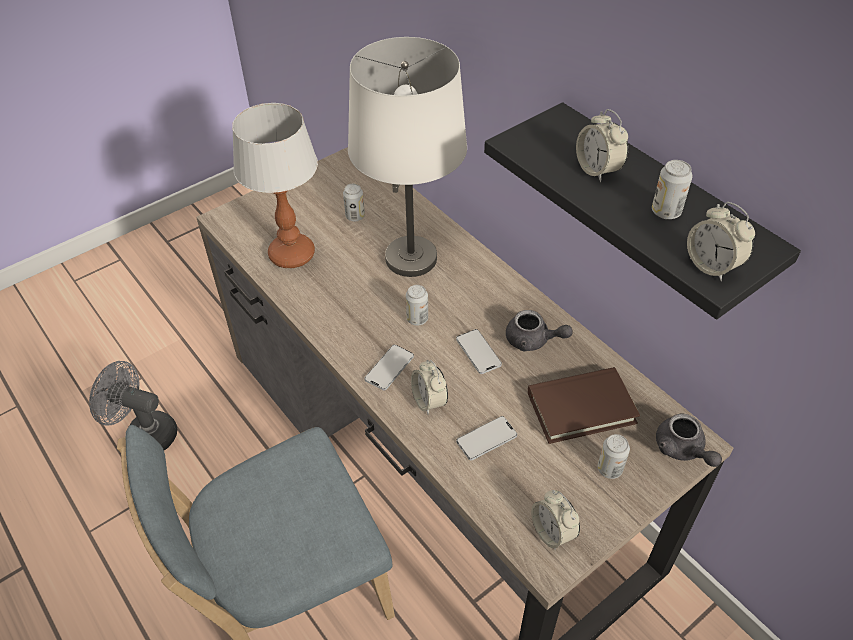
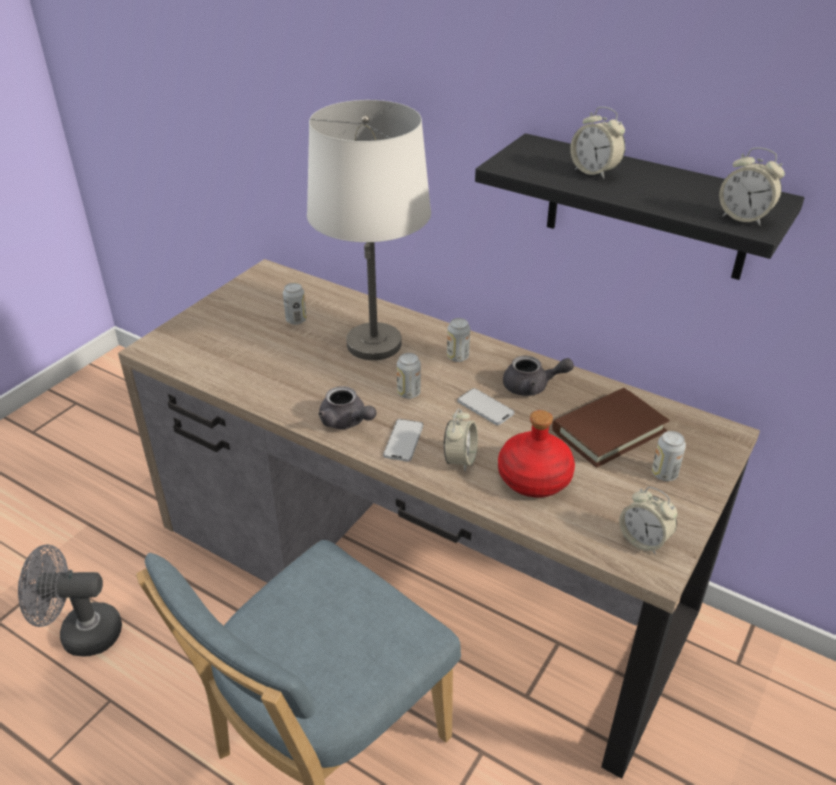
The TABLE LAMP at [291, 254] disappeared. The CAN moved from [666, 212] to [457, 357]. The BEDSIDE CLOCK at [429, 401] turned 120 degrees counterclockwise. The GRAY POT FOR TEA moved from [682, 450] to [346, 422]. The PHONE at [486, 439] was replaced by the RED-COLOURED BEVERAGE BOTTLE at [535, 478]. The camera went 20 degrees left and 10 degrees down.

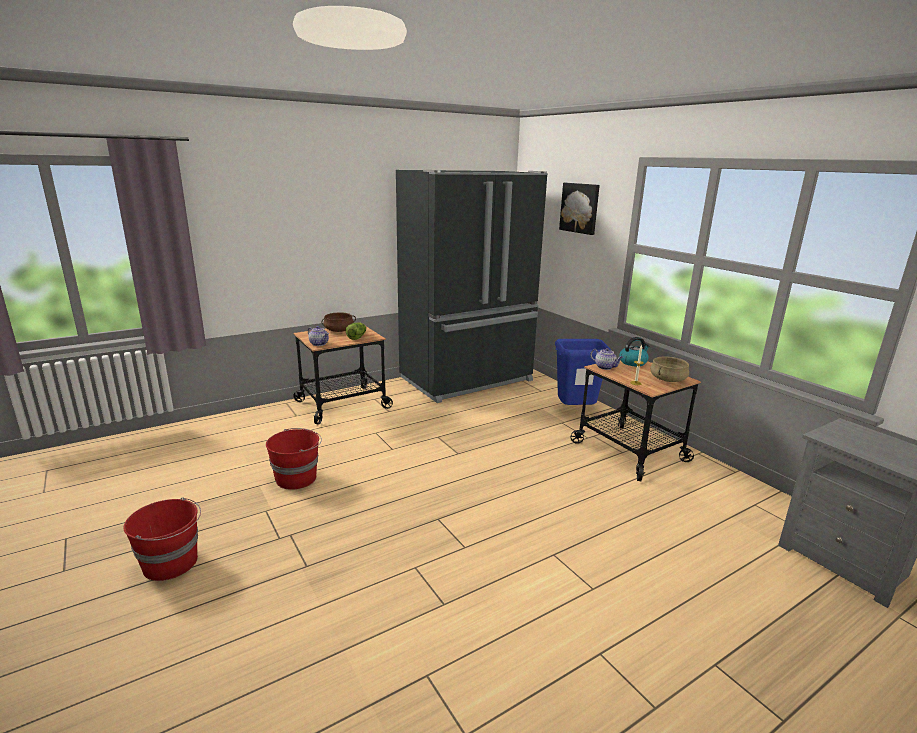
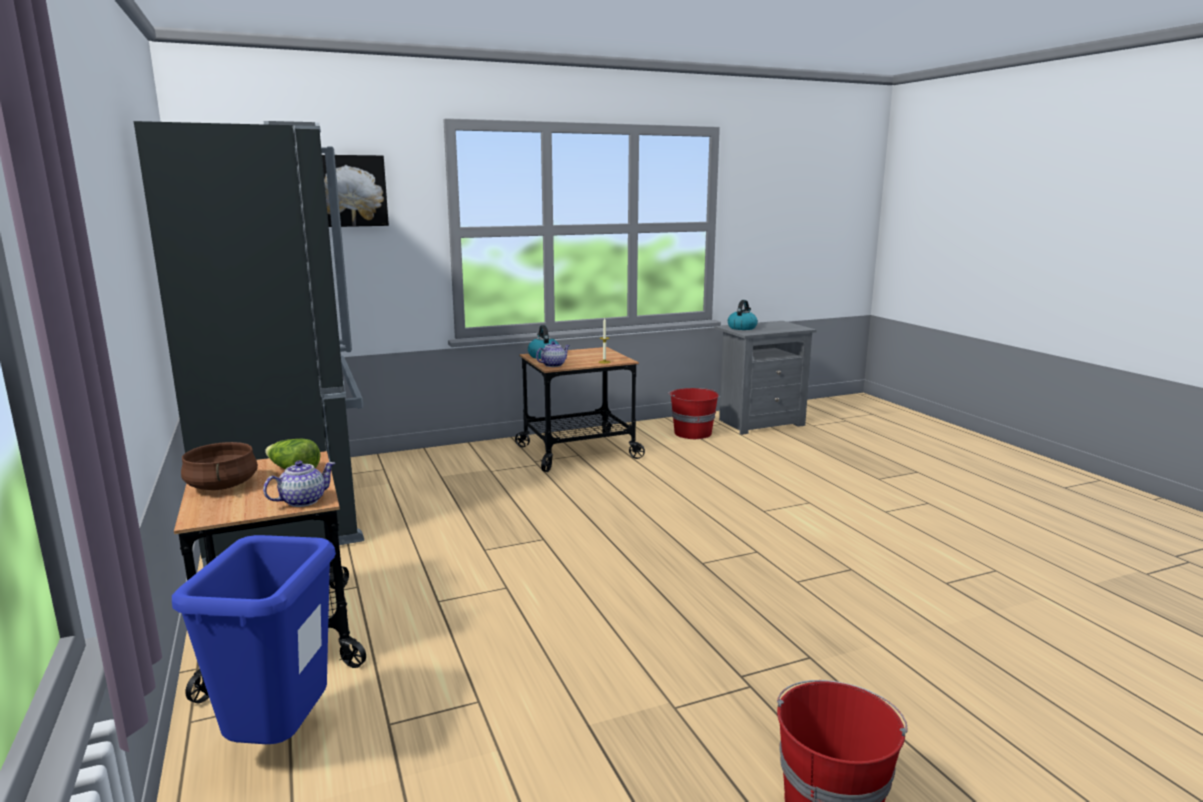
The BLUISH TRASH CAN moved from [576, 411] to [281, 741]. The SAND-COLOURED STOCKPOT at [667, 379] disappeared. The RED-COLOURED BUCKET moved from [297, 478] to [692, 433]. The WATER KETTLE at [742, 327] appeared. The camera went 80 degrees left and 5 degrees down.

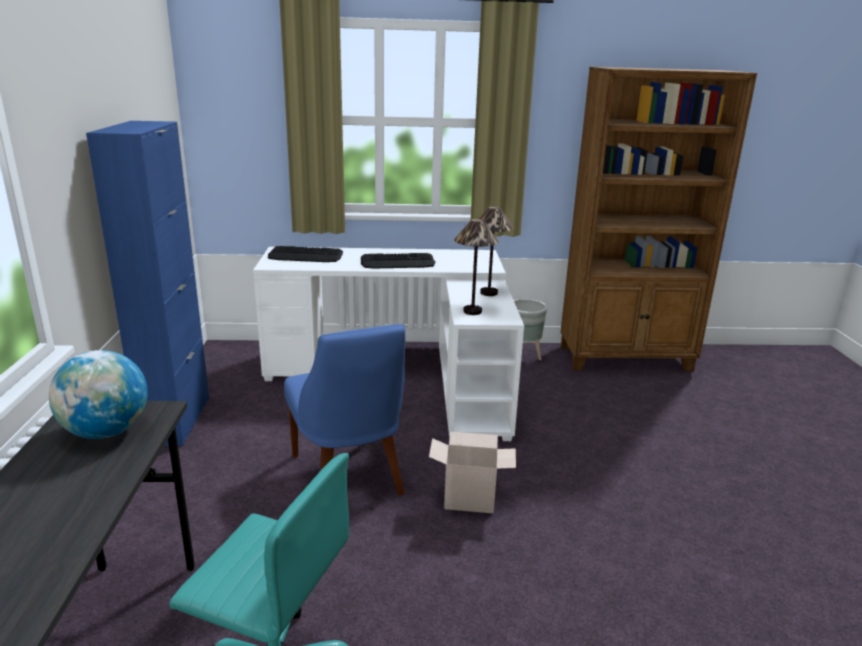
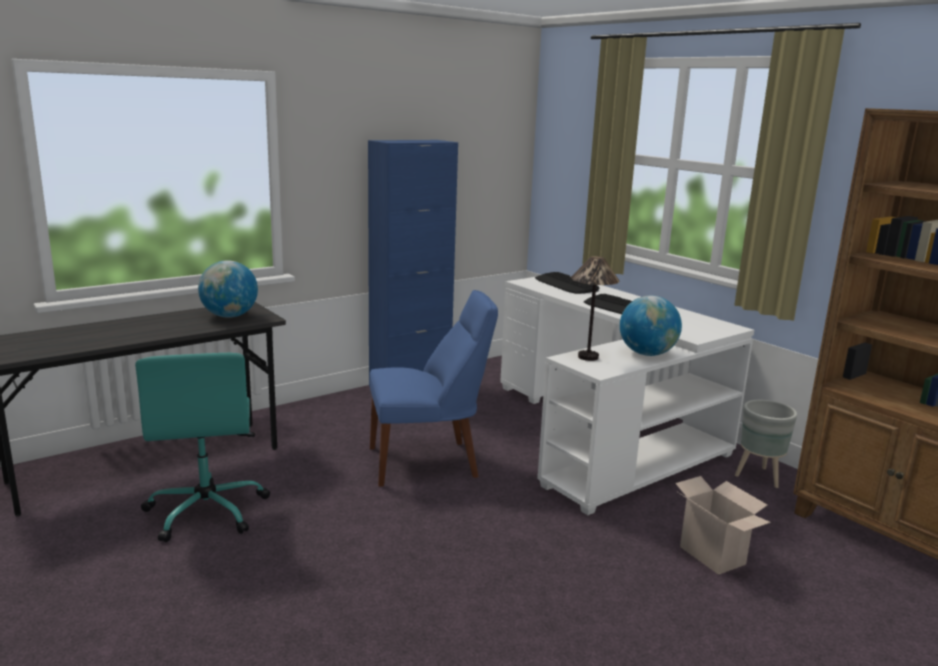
The TABLE LAMP at [488, 293] was replaced by the WORLD GLOBE at [647, 354]. The BLUISH UPRIGHT CHAIR at [348, 477] turned 135 degrees counterclockwise. The CARDBOARD BOX moved from [471, 499] to [714, 556]. The camera went 55 degrees right and 5 degrees down.

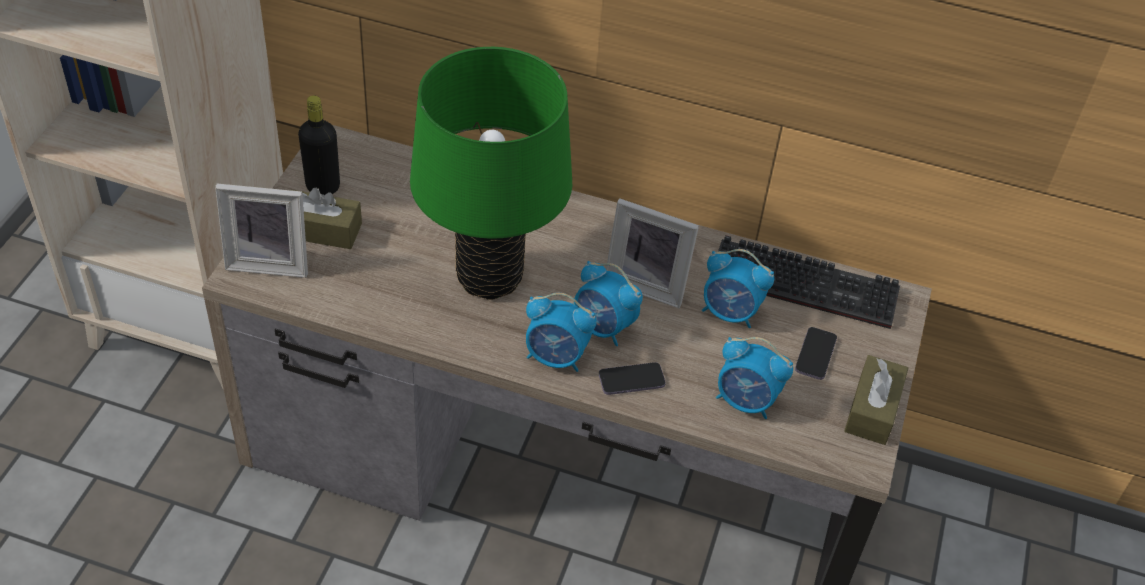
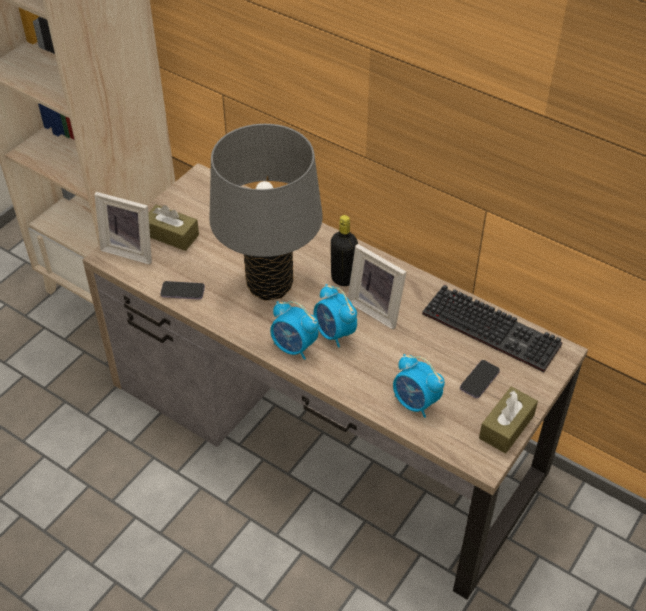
The GREEN-COLOURED TABLE LAMP at [489, 277] became the GRAY TABLE LAMP at [270, 285]. The BLACK BEVERAGE BOTTLE moved from [323, 186] to [343, 278]. The BEDSIDE CLOCK at [730, 313] disappeared. The PHONE moved from [631, 380] to [182, 291]. The camera went 20 degrees right and 0 degrees up.

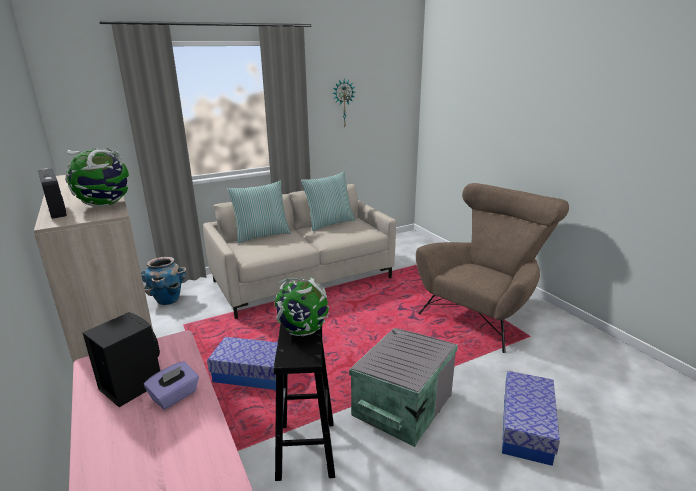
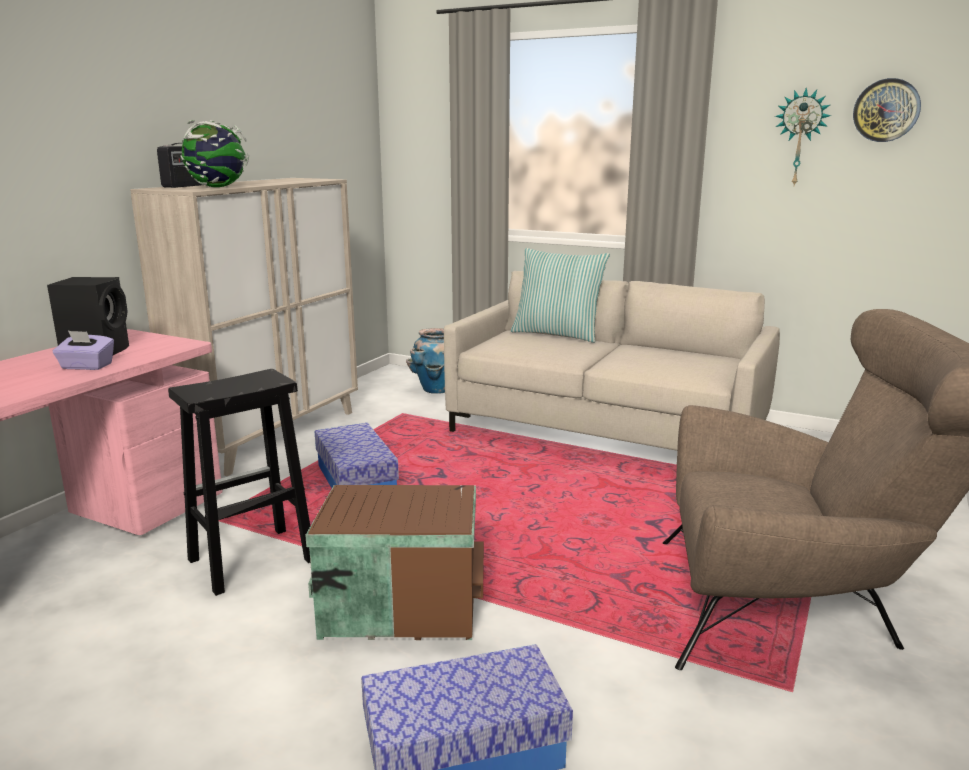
The THROW PILLOW at [329, 223] disappeared. The WORLD GLOBE at [302, 330] disappeared. The GRAY STORAGE BOX at [400, 405] became the BROWNISH STORAGE BOX at [399, 600]. The WALL CLOCK at [886, 110] appeared. The camera went 55 degrees right and 5 degrees down.

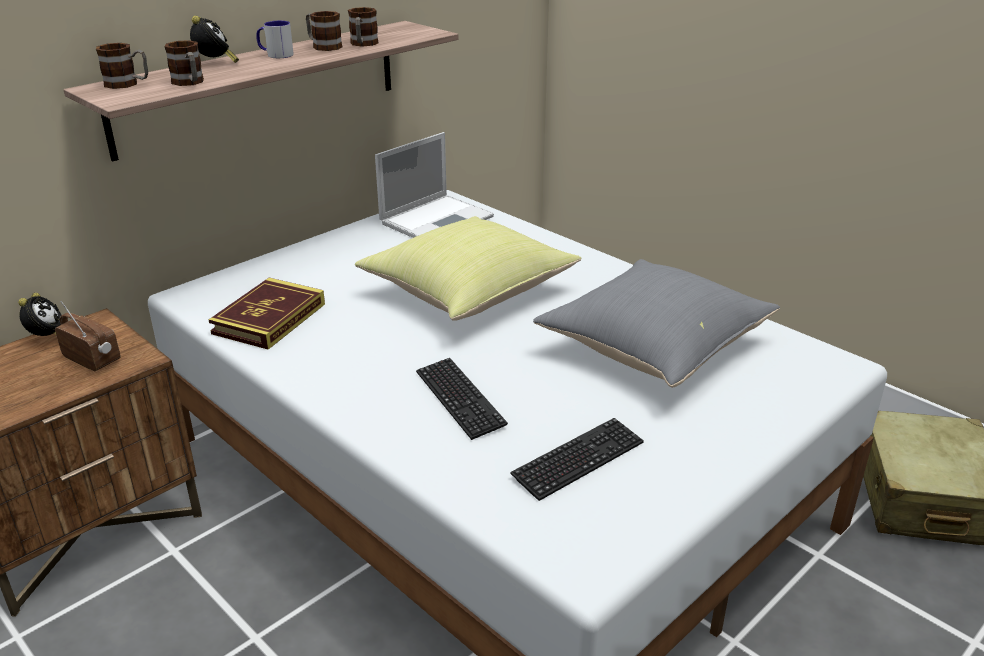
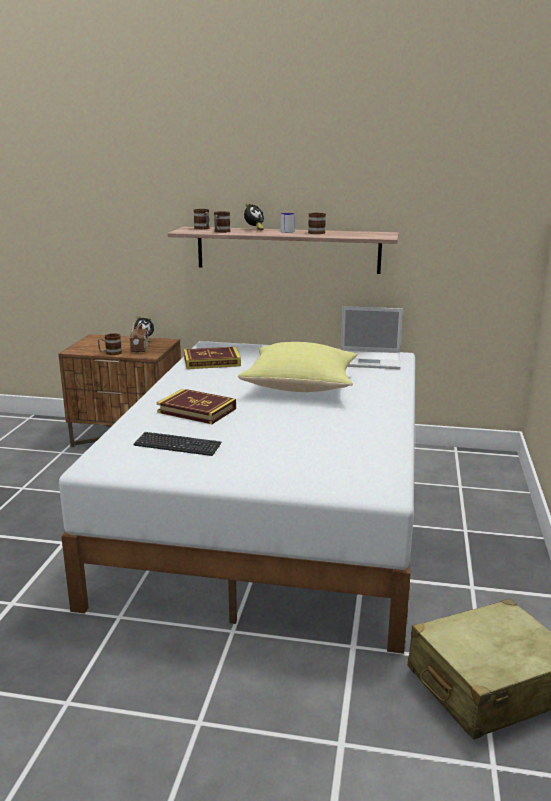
The COFFEE MUG moved from [363, 44] to [110, 353]. The GRAY THROW PILLOW at [654, 347] disappeared. The KEYBOARD at [459, 399] was replaced by the VOLUME at [197, 410]. The camera went 55 degrees right and 10 degrees down.

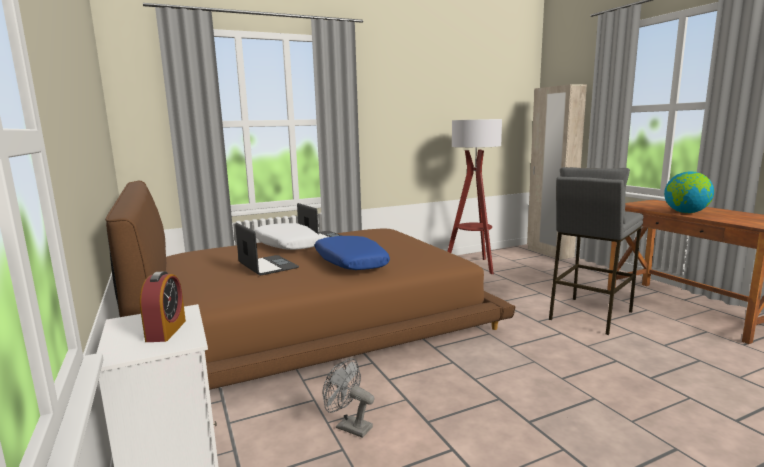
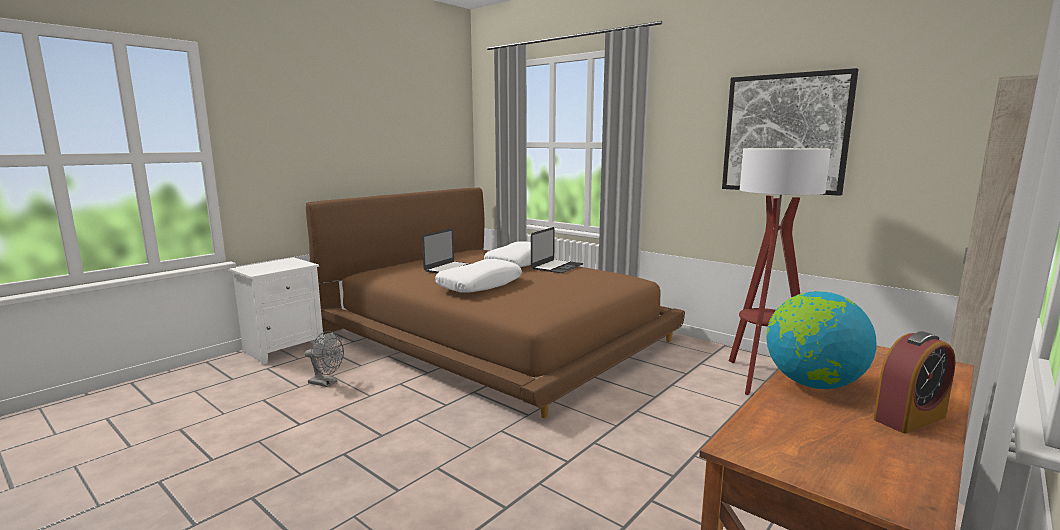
The GRAY STOOL SEAT at [589, 315] disappeared. The BLUISH THROW PILLOW at [350, 262] became the WHITE-COLOURED THROW PILLOW at [479, 285]. The BEDSIDE CLOCK moved from [166, 331] to [909, 418]. The GRAY ELECTRIC FAN at [349, 426] turned 105 degrees clockwise. The WALL ART at [785, 134] appeared. The camera went 65 degrees right and 0 degrees up.

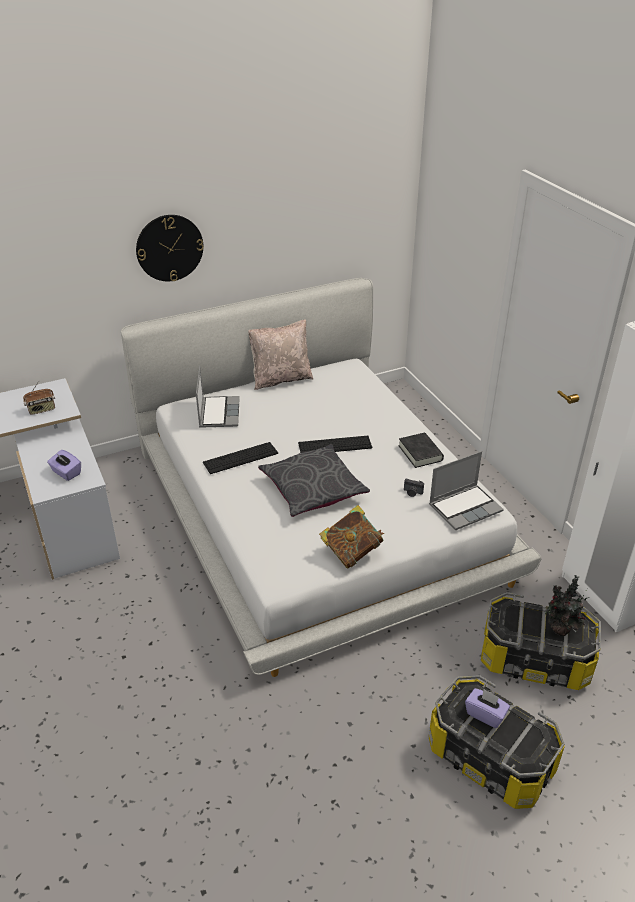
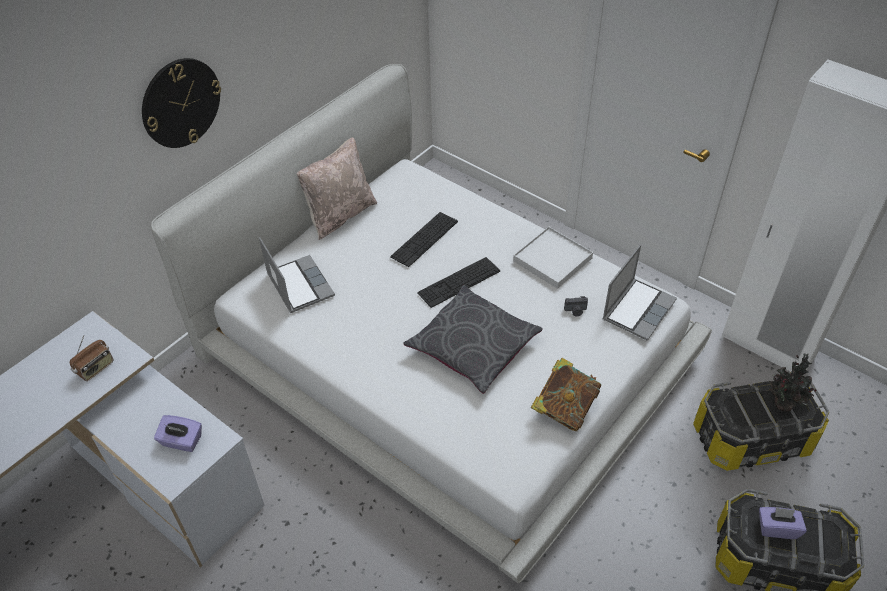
The BLACK VOLUME at [420, 453] was replaced by the WHITE-COLOURED TRAY at [552, 259]. The KEYBOARD moved from [240, 458] to [424, 239]. The camera went 25 degrees left and 10 degrees up.

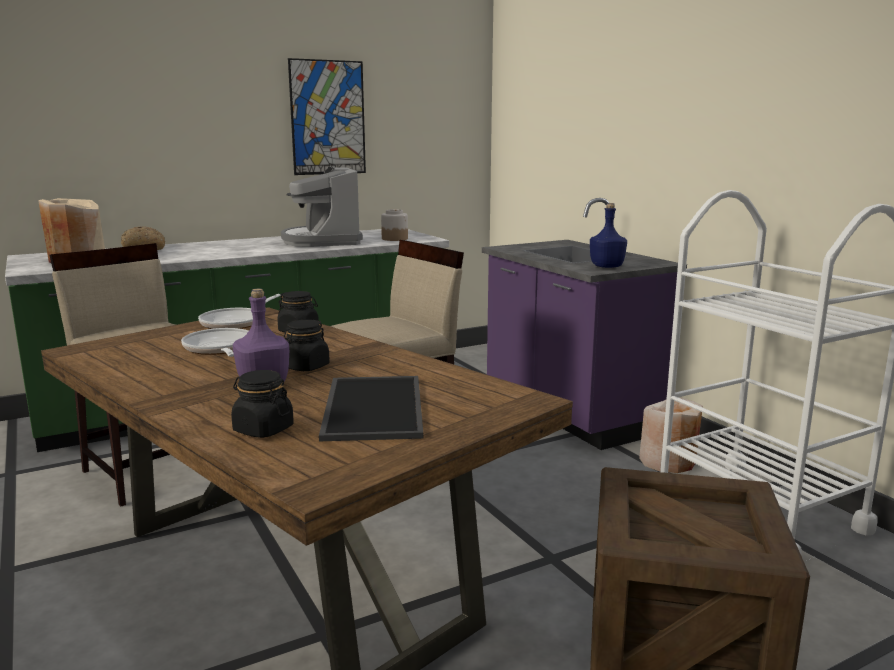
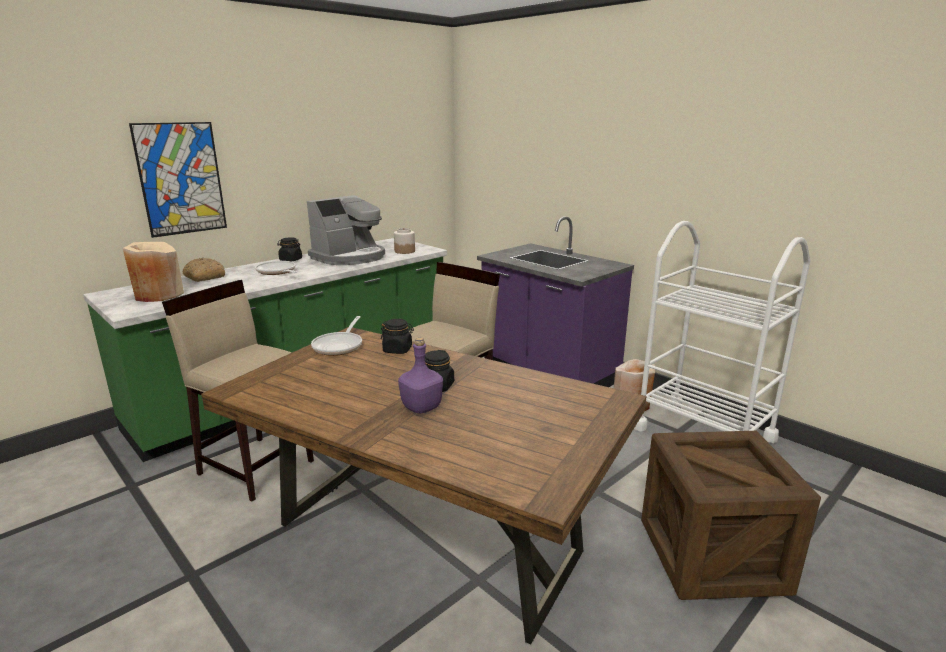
The WALL ART moved from [328, 118] to [181, 179]. The COFFEE MACHINE at [322, 241] turned 105 degrees counterclockwise. The BLUISH BEVERAGE BOTTLE at [606, 266] disappeared. The FRYING PAN moved from [219, 349] to [277, 272]. The BLACK JAR moved from [263, 429] to [290, 260]. The TRAY at [371, 407] disappeared. The camera went 15 degrees left and 5 degrees up.

